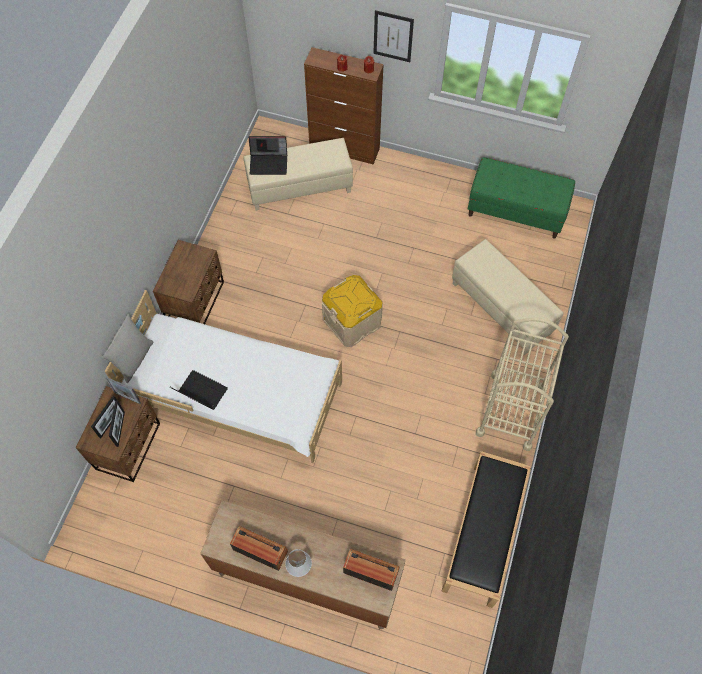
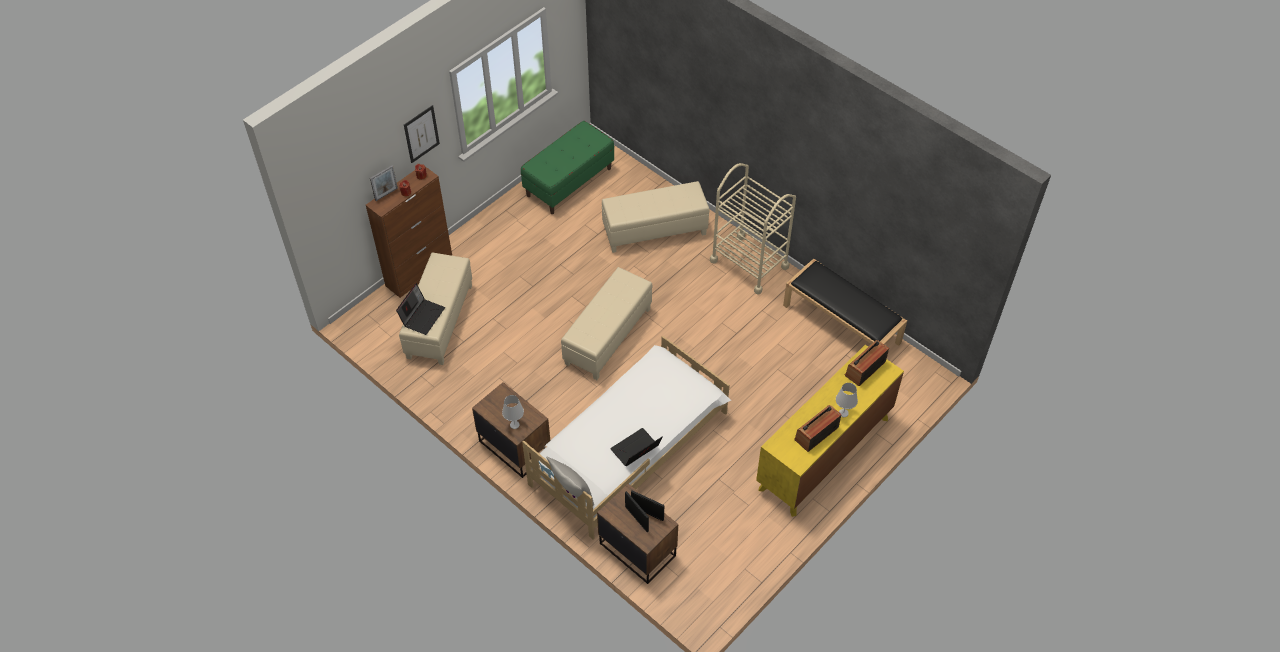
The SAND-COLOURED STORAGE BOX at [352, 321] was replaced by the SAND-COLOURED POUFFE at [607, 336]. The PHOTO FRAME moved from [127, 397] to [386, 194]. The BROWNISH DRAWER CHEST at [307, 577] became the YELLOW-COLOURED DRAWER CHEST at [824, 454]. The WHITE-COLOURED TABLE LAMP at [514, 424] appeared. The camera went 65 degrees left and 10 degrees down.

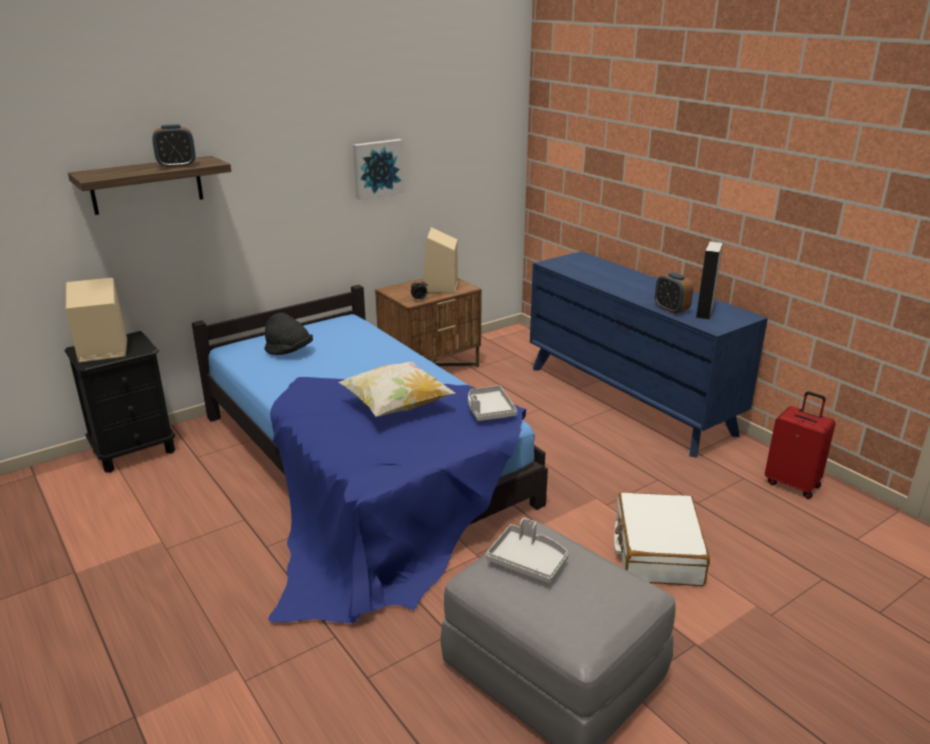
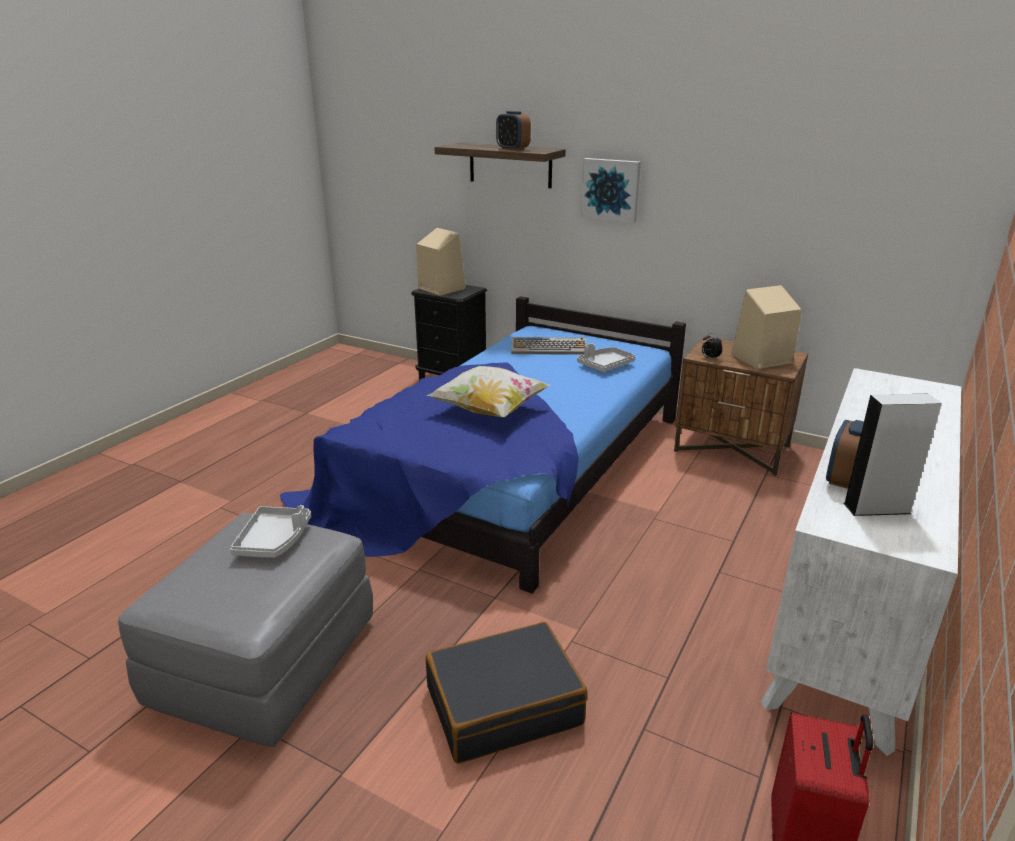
The WALL ART moved from [377, 168] to [611, 189]. The BLUISH DRAWER CHEST at [628, 399] became the WHITE-COLOURED DRAWER CHEST at [850, 609]. The BLACK HAT at [289, 352] was replaced by the KEYBOARD at [549, 348]. The GRAY TRAY moved from [489, 410] to [605, 365]. The WHITE-COLOURED TRAVEL CASE at [656, 551] became the BLACK TRAVEL CASE at [503, 705]. The camera went 65 degrees right and 0 degrees up.

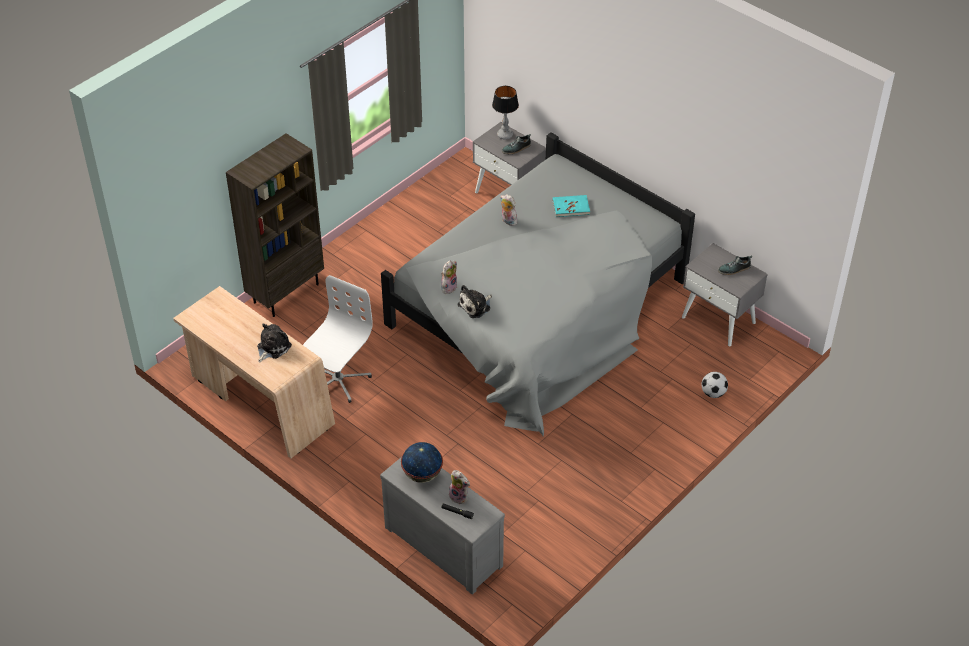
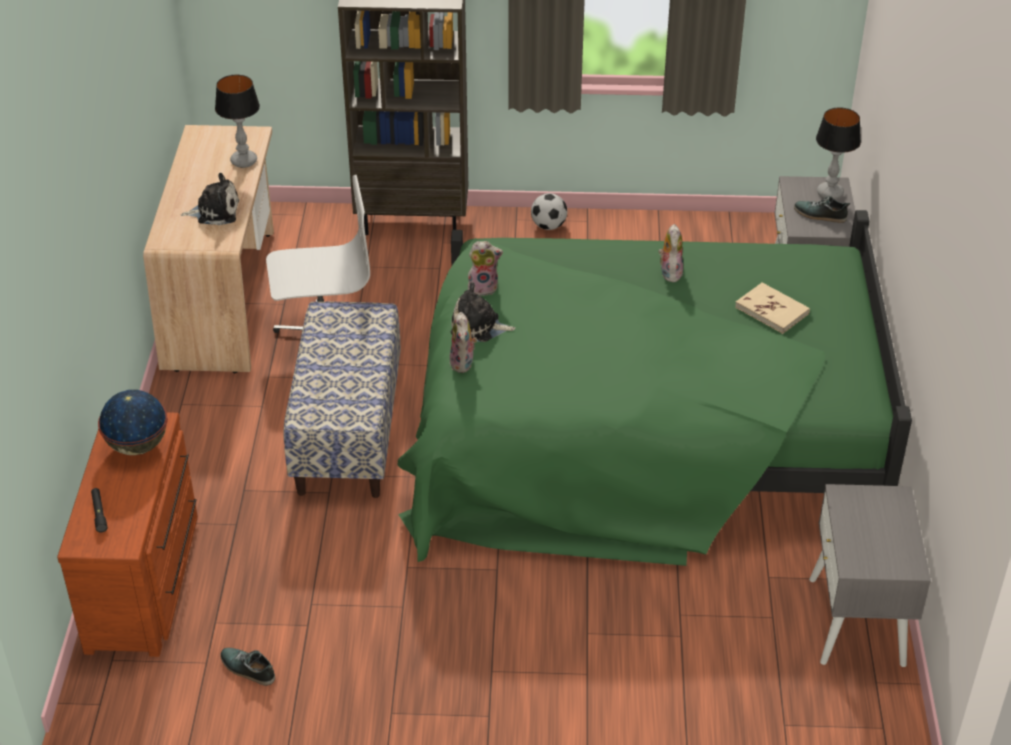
The GRAY BED at [539, 311] became the GREEN-COLOURED BED at [642, 433]. The TURQUOISE VOLUME at [571, 207] became the SAND-COLOURED VOLUME at [772, 310]. The SHOE moved from [734, 269] to [247, 669]. The FOOTBALL BALL moved from [713, 393] to [548, 226]. The GRAY DRAWER CHEST at [445, 544] became the BROWNISH DRAWER CHEST at [147, 579]. The PLUSH TOY moved from [460, 496] to [463, 364]. The TABLE LAMP at [243, 161] appeared. The LONG SEAT at [349, 432] appeared. The camera went 50 degrees right and 5 degrees down.

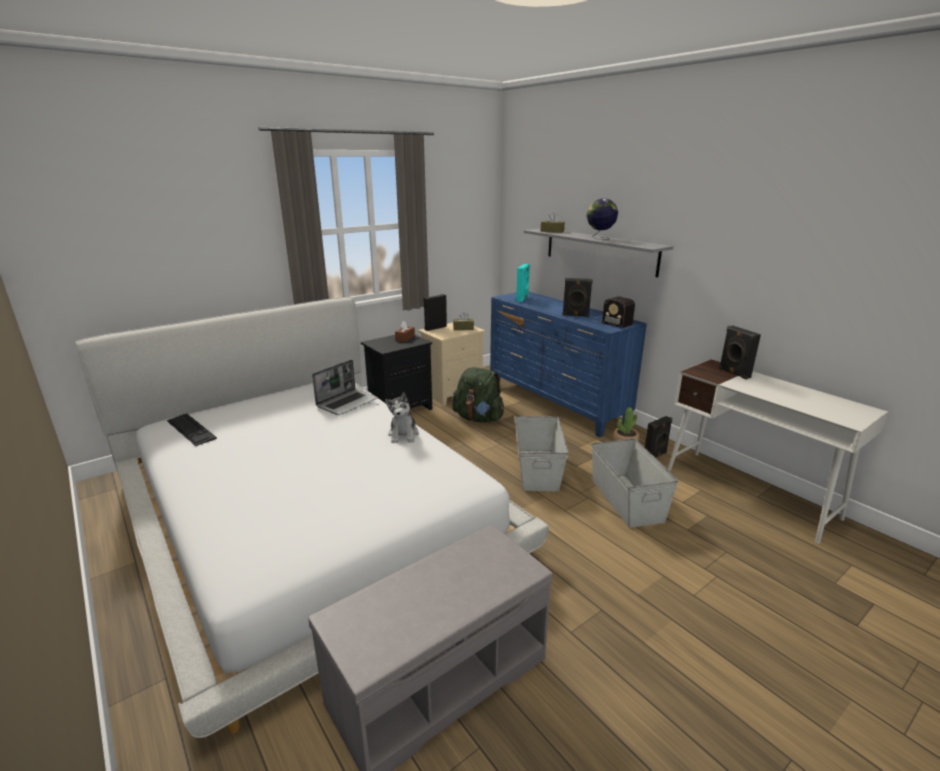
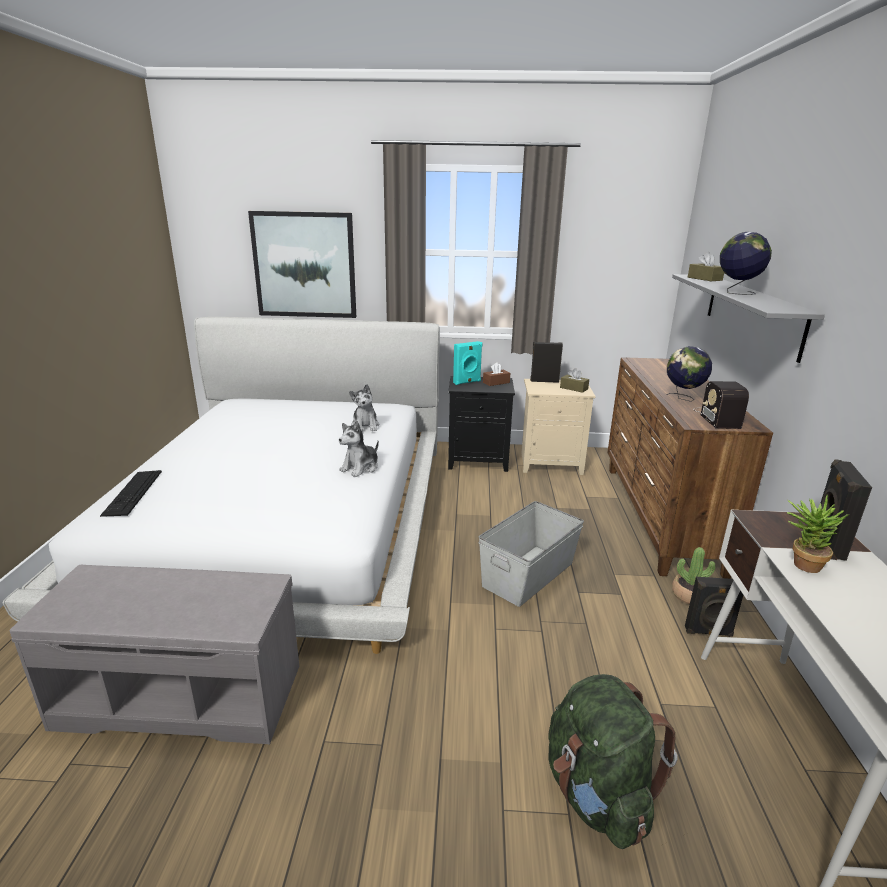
The TURQUOISE AUDIO SPEAKER moved from [523, 299] to [467, 382]. The BLACK AUDIO SPEAKER at [575, 315] was replaced by the WORLD GLOBE at [683, 398]. The BLUISH DRAWER CHEST at [556, 403] became the BROWNISH DRAWER CHEST at [658, 516]. The LAPTOP at [347, 403] was replaced by the PLUSH TOY at [365, 426]. The GREEN-COLOURED BACKPACK moved from [478, 418] to [596, 794]. The KEYBOARD moved from [191, 429] to [133, 492]. The GRAY STORAGE BOX at [627, 499] disappeared. The WALL ART at [304, 265] appeared. The POTTED PLANT at [801, 563] appeared. The camera went 40 degrees right and 0 degrees up.

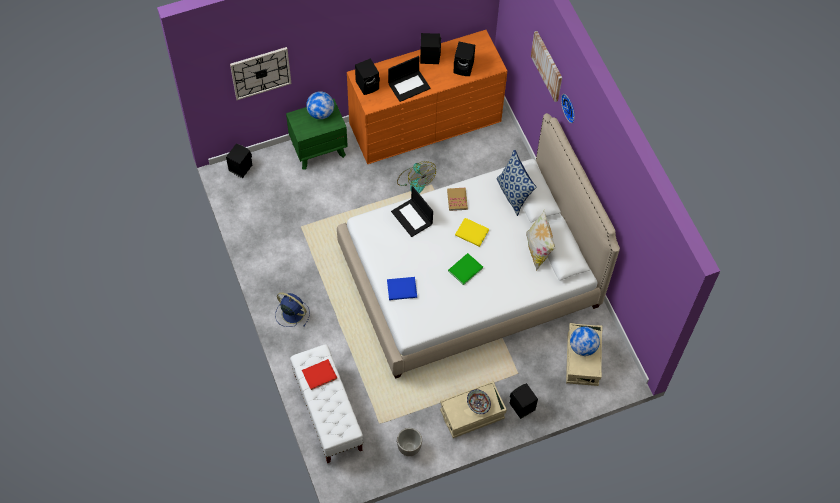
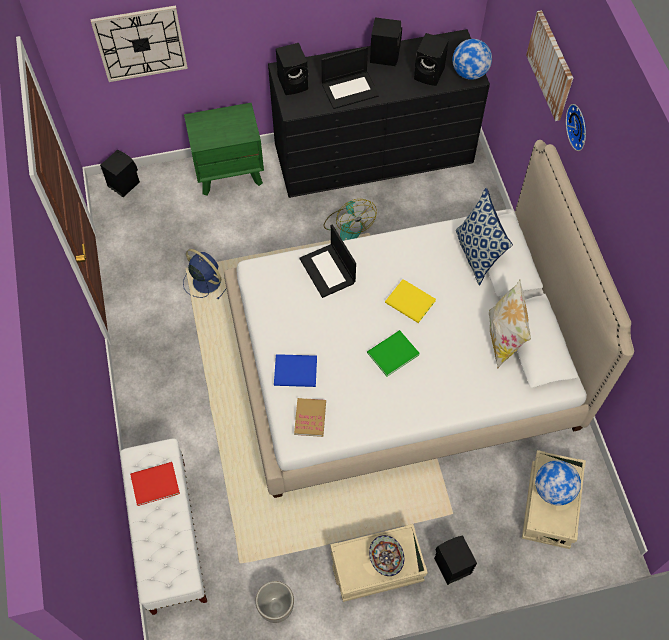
The ORANGE DRAWER CHEST at [425, 122] became the BLACK DRAWER CHEST at [373, 153]. The WORLD GLOBE moved from [321, 113] to [469, 73]. The VOLUME moved from [457, 199] to [310, 418]. The BLUISH ELECTRIC FAN moved from [292, 313] to [205, 280]. The camera went 10 degrees right and 0 degrees up.

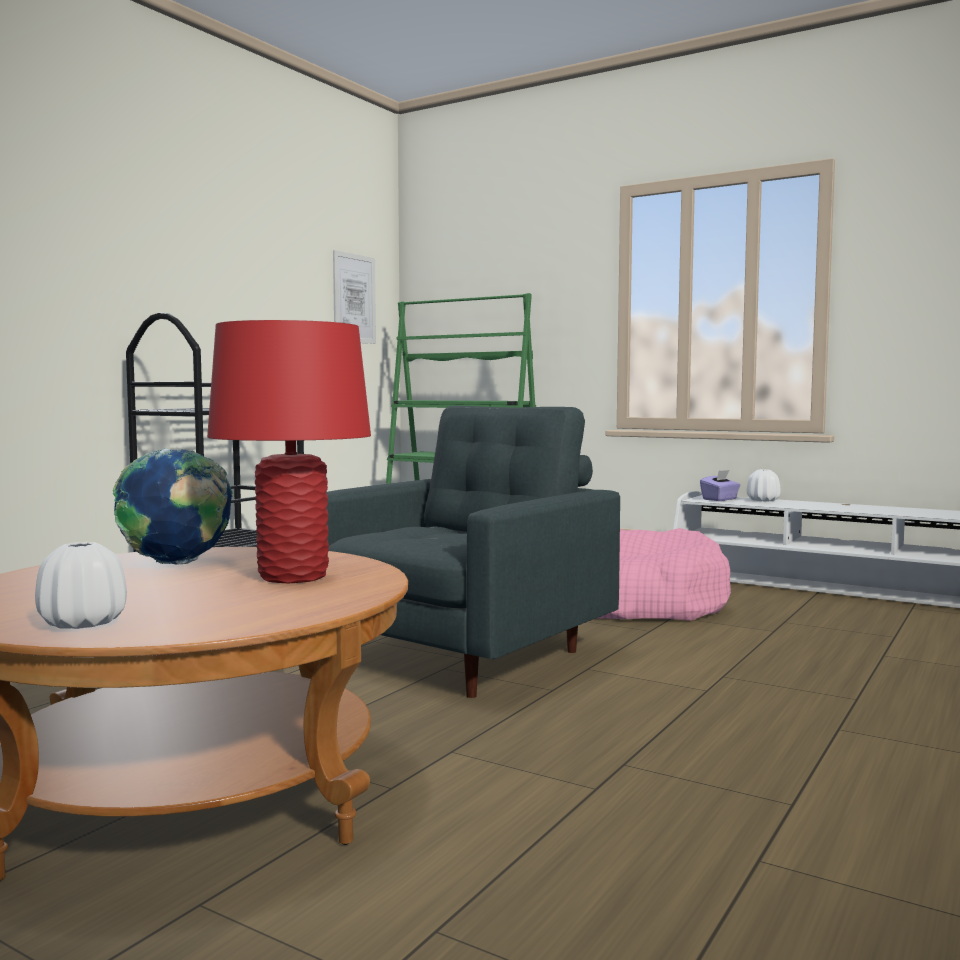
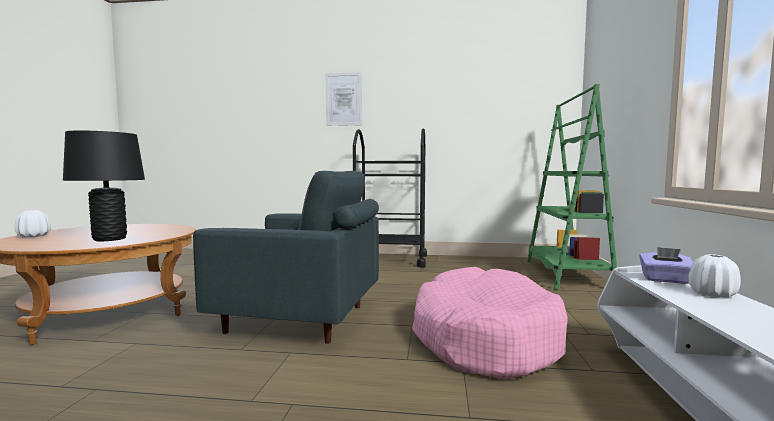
The WALL ART moved from [354, 298] to [344, 99]. The RED-COLOURED TABLE LAMP at [294, 577] became the BLACK TABLE LAMP at [110, 239]. The WORLD GLOBE at [177, 564] disappeared. The camera went 65 degrees right and 0 degrees up.

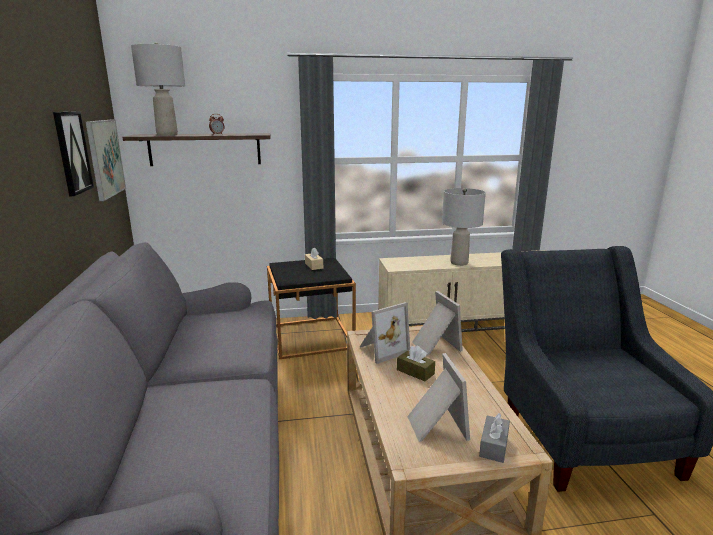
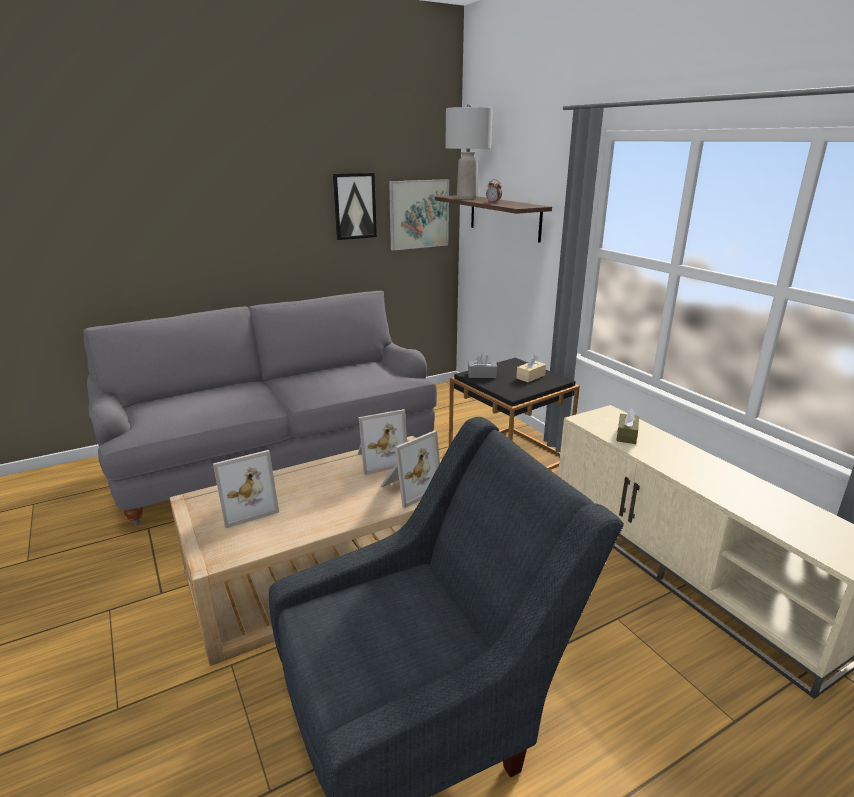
The GRAY TABLE LAMP at [459, 263] disappeared. The PHOTO FRAME at [382, 349] turned 60 degrees counterclockwise. The BROWNISH TISSUE BOX moved from [415, 372] to [626, 435]. The GRAY TISSUE BOX moved from [494, 446] to [482, 375]. The camera went 70 degrees right and 5 degrees up.

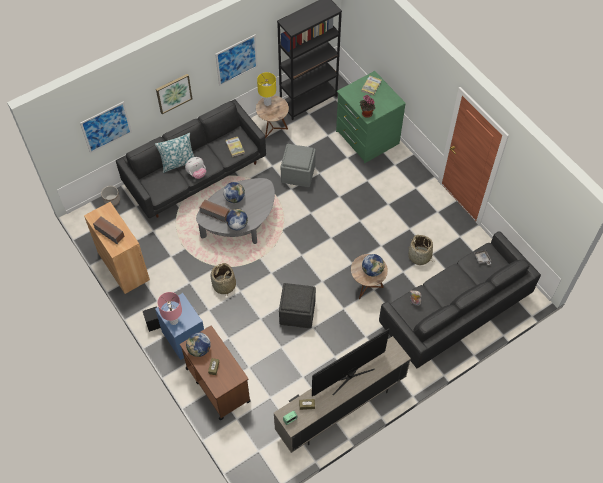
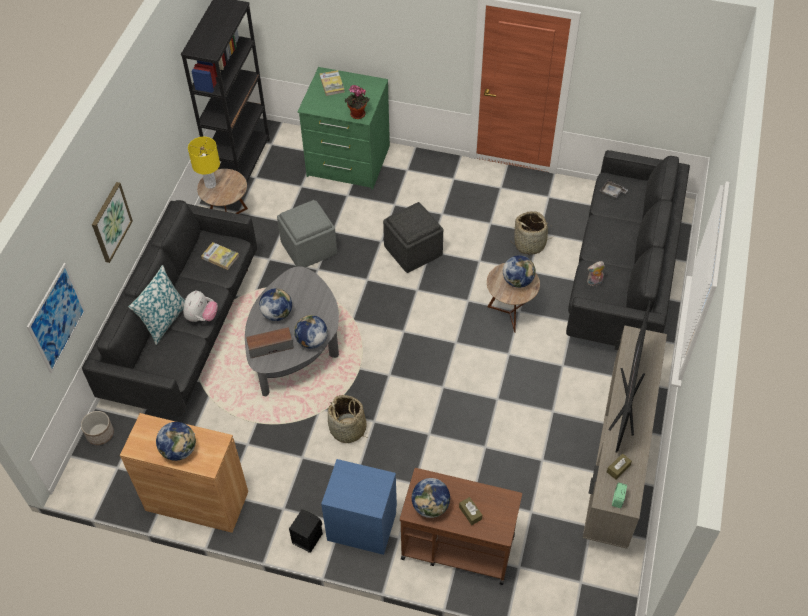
The WALL ART at [236, 60] disappeared. The AUDIO SPEAKER at [110, 232] was replaced by the WORLD GLOBE at [179, 450]. The GRAY POUFFE moved from [297, 312] to [413, 250]. The PINKISH TABLE LAMP at [173, 321] disappeared. The camera went 40 degrees left and 5 degrees down.

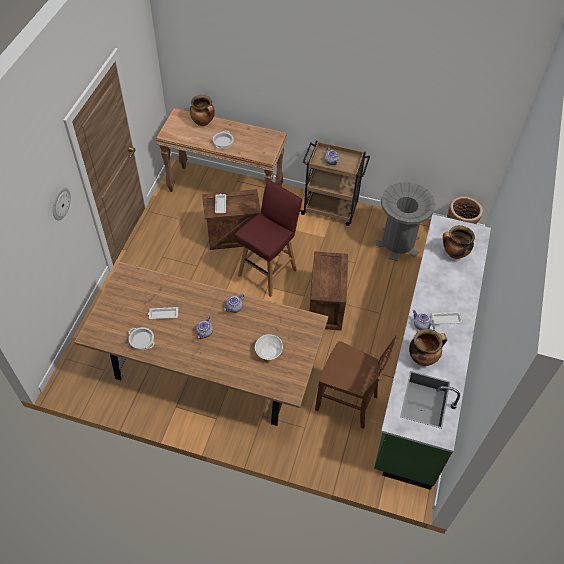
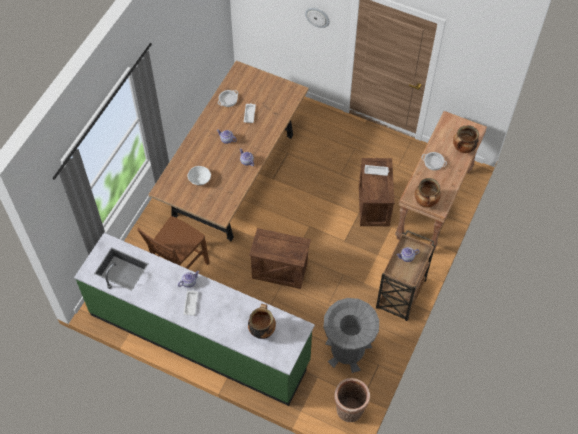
The RED-COLOURED STOOL SEAT at [268, 272] disappeared. The STOCKPOT moved from [423, 357] to [426, 202]. The camera went 100 degrees right and 5 degrees up.

